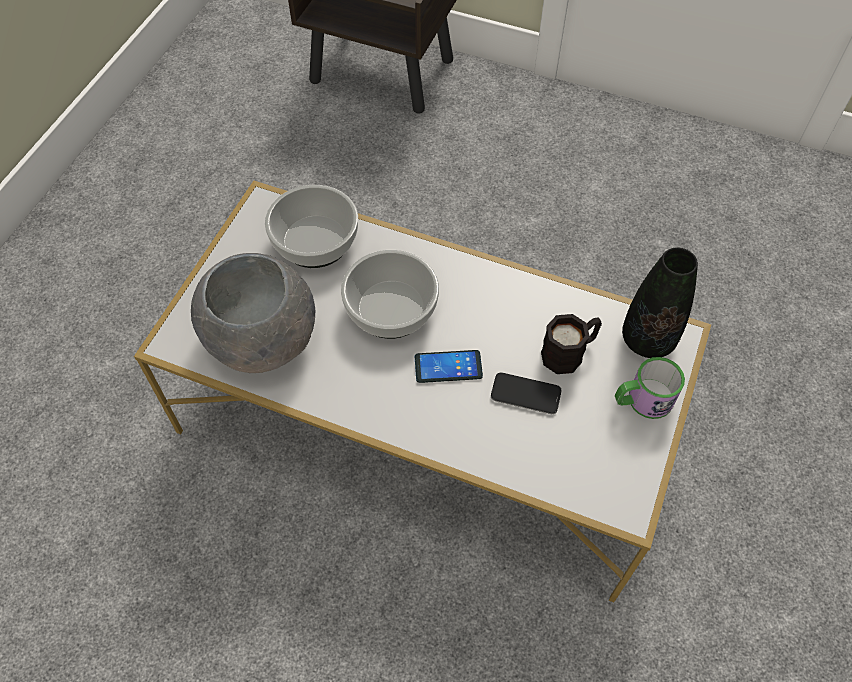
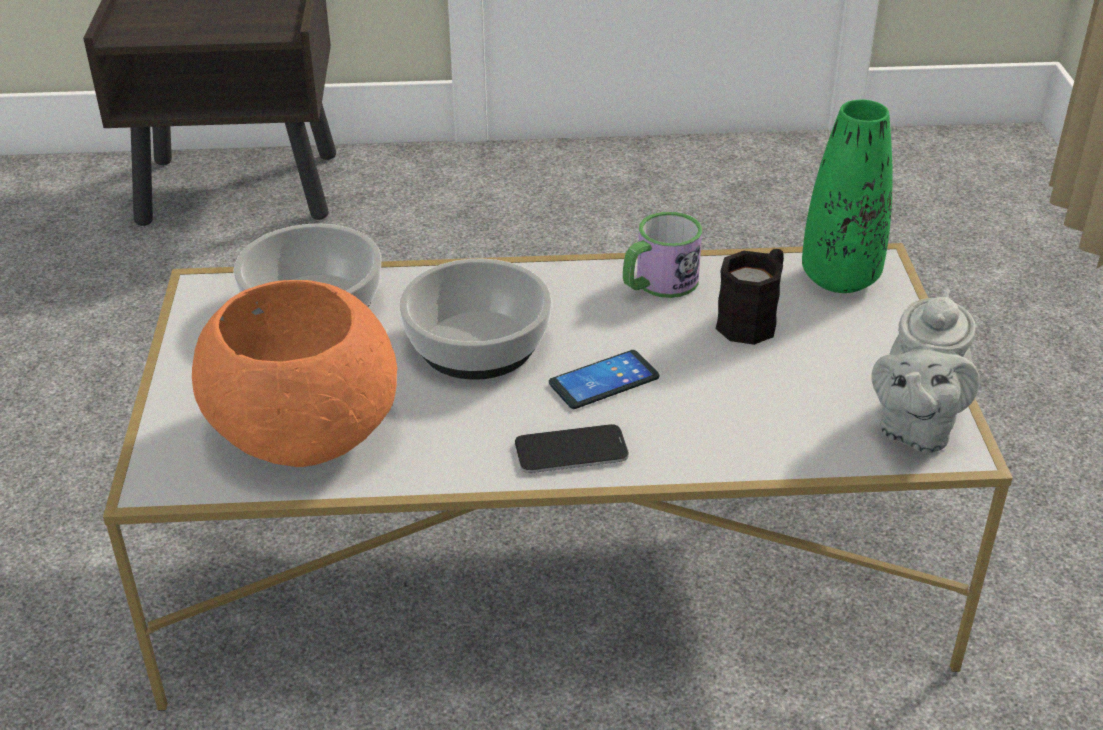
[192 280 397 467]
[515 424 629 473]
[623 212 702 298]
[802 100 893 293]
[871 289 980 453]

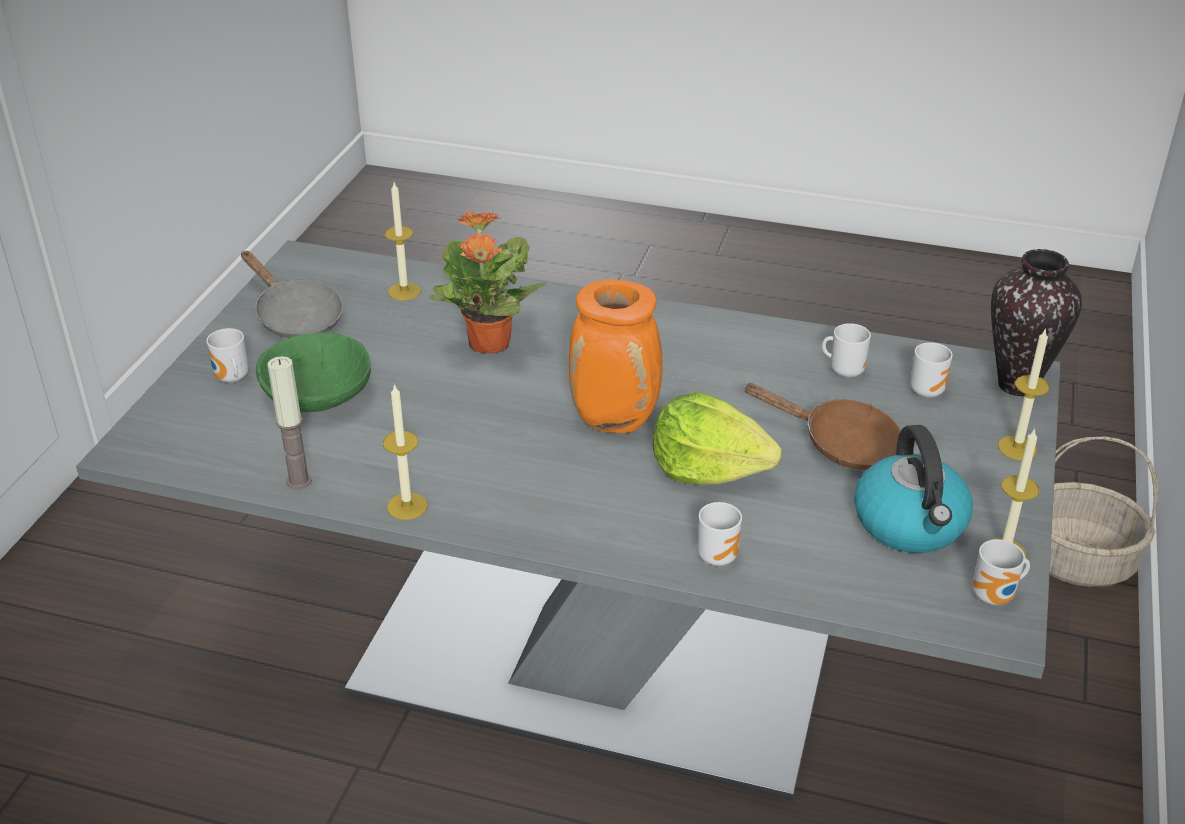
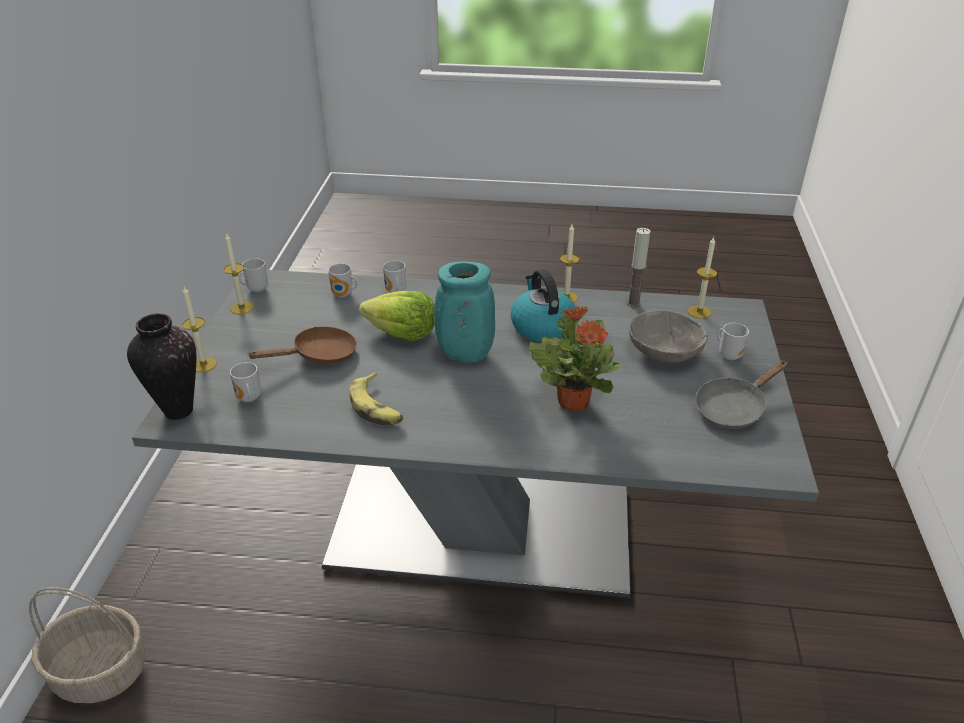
[247 326 357 364]
[328 263 358 298]
[349 373 403 425]
[434 262 495 363]
[511 269 575 342]
[629 311 708 363]
[688 237 717 318]
[695 360 788 429]

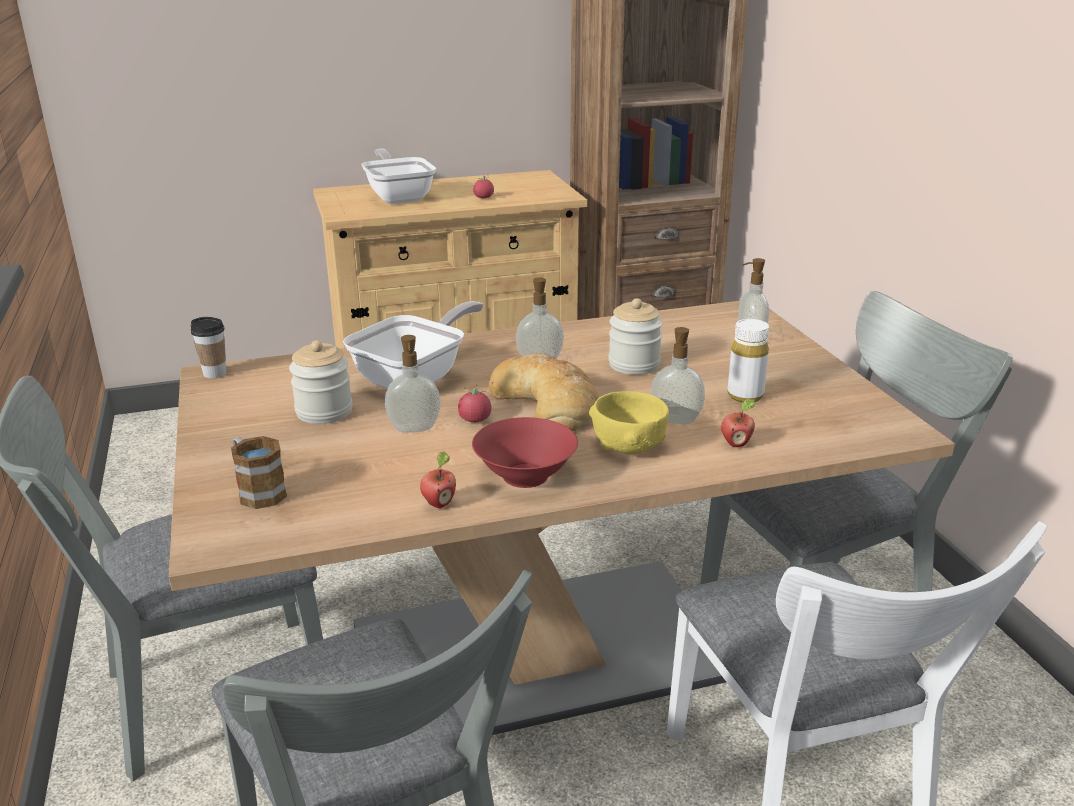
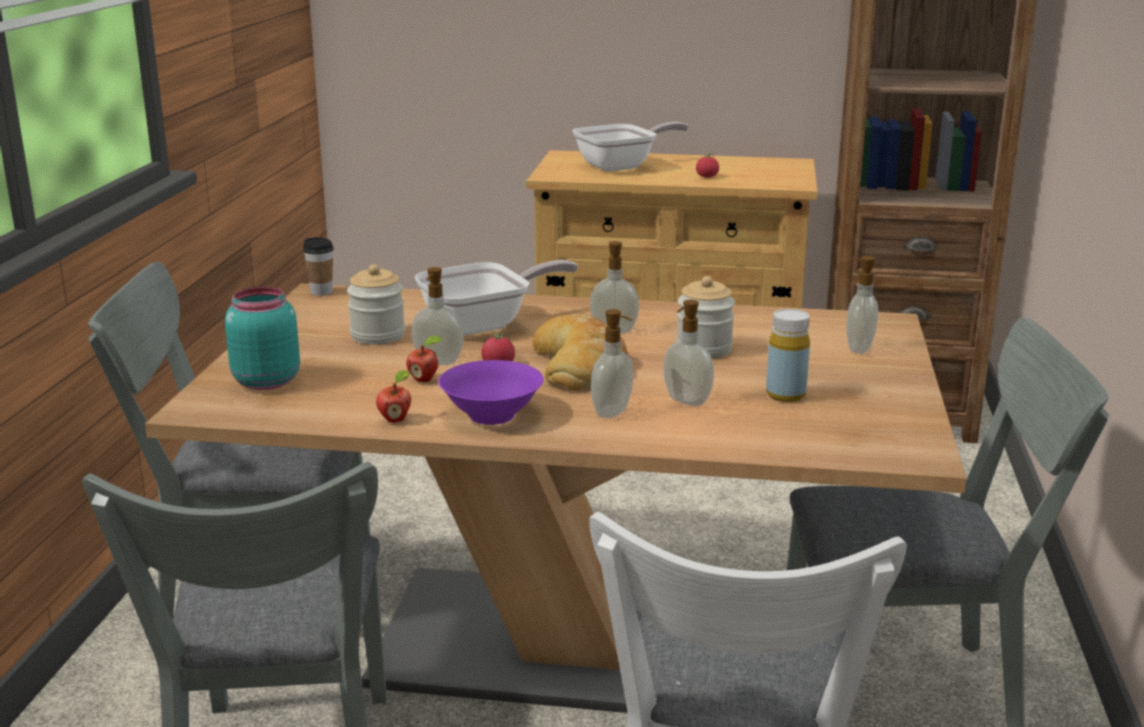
[225 287 300 390]
[406 335 442 382]
[438 360 544 425]
[573 122 689 172]
[591 309 633 418]
[766 309 810 402]

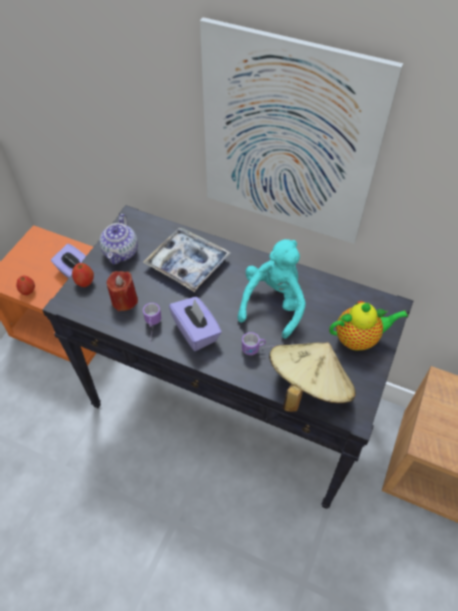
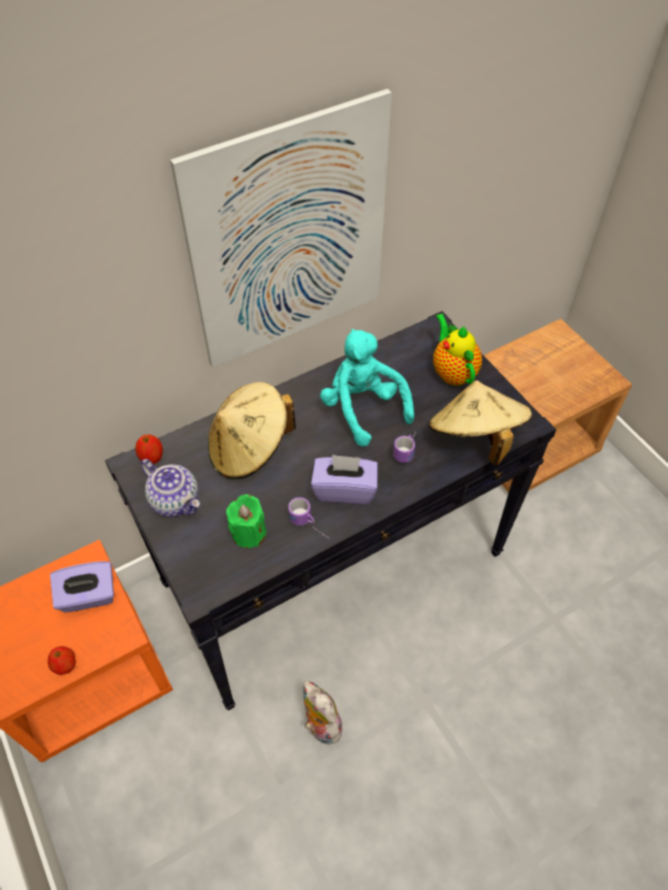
[135 435 163 464]
[208 382 296 479]
[226 494 266 548]
[303 681 342 744]
[433 313 482 386]

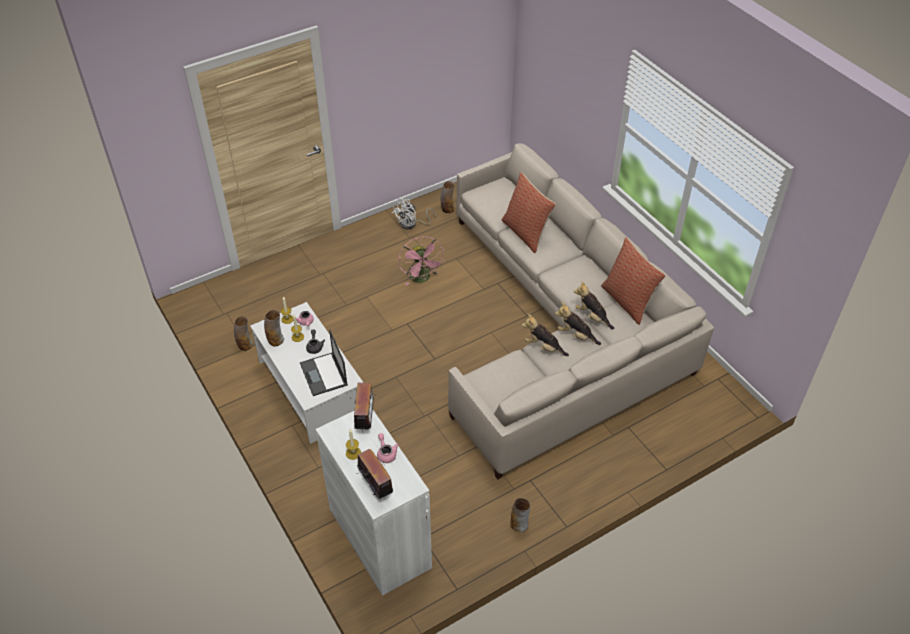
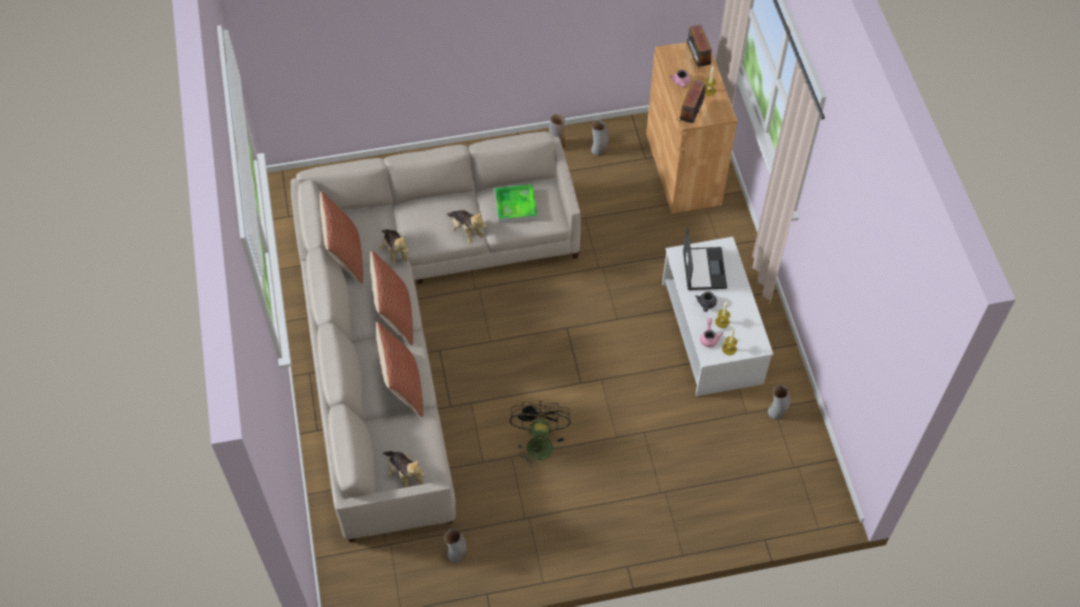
[370 250 413 345]
[383 451 425 488]
[495 184 537 223]
[510 401 571 467]
[591 120 609 156]
[646 42 737 214]
[392 197 436 230] (first image)

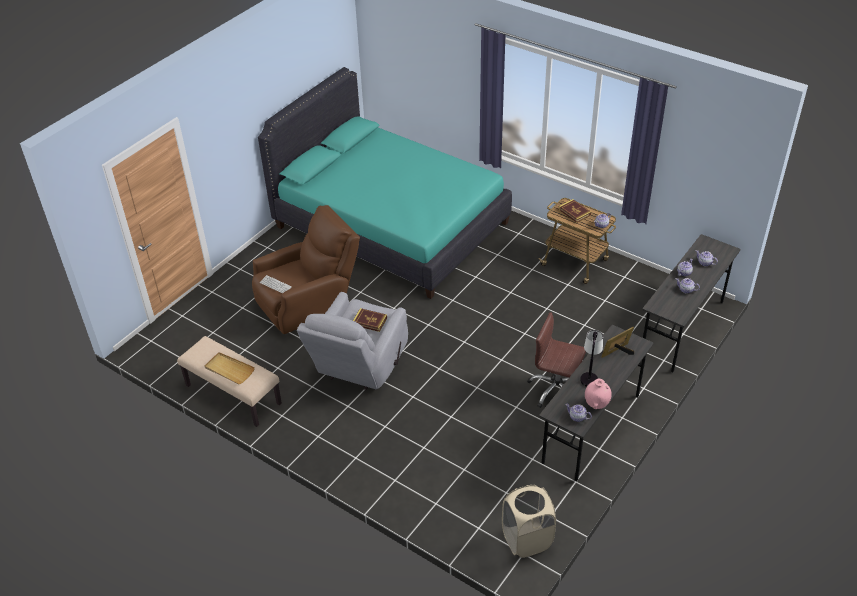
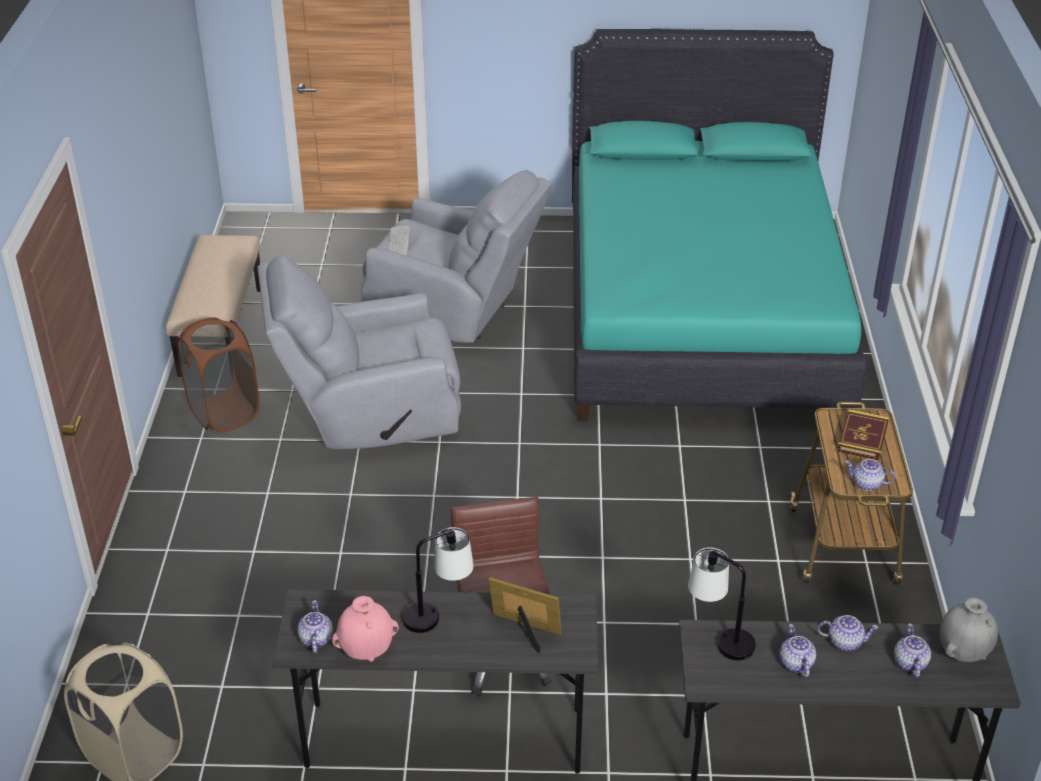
[177 317 260 432]
[361 170 551 343]
[688 547 756 660]
[940 598 998 662]
[205 352 255 384] (first image)
[353 308 387 332] (first image)

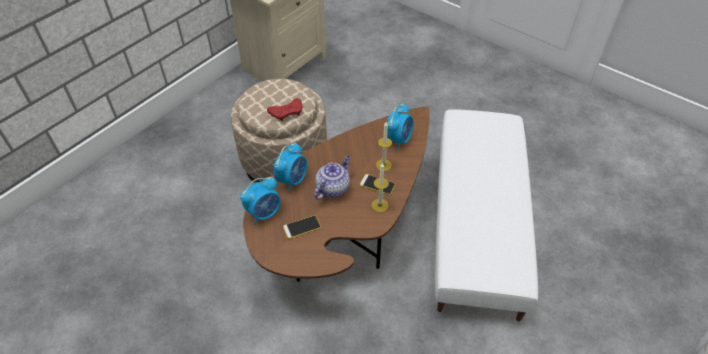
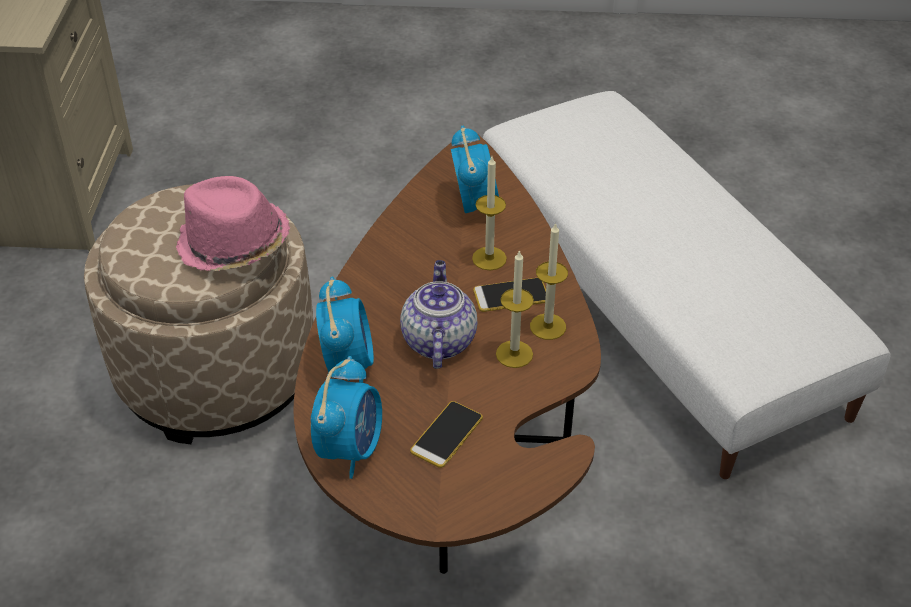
[176 176 290 271]
[496 250 534 368]

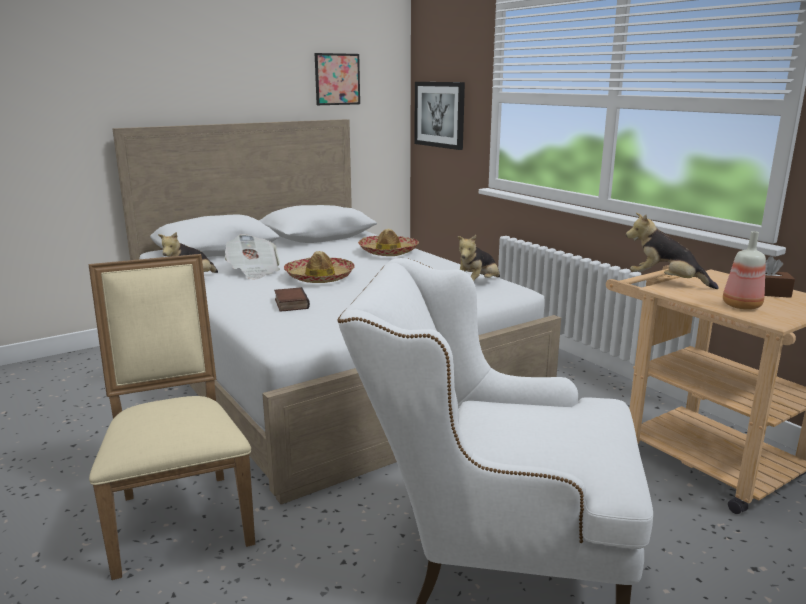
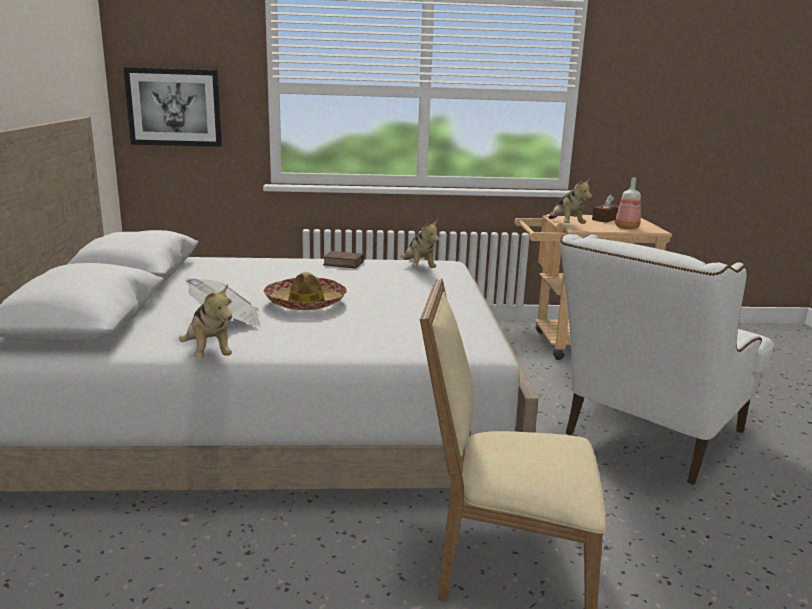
[323 251 364 268]
[548 179 592 224]
[315 53 360 105] (first image)
[358 229 419 256] (first image)

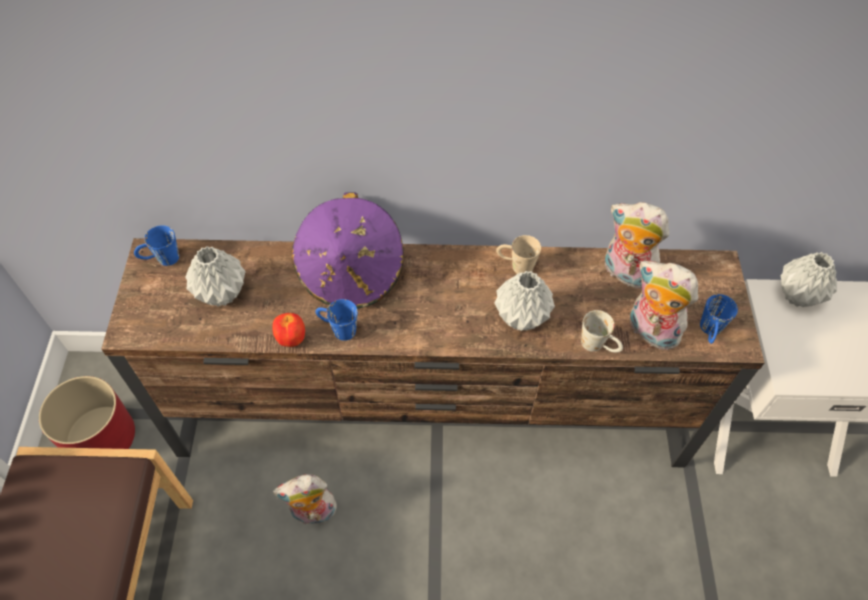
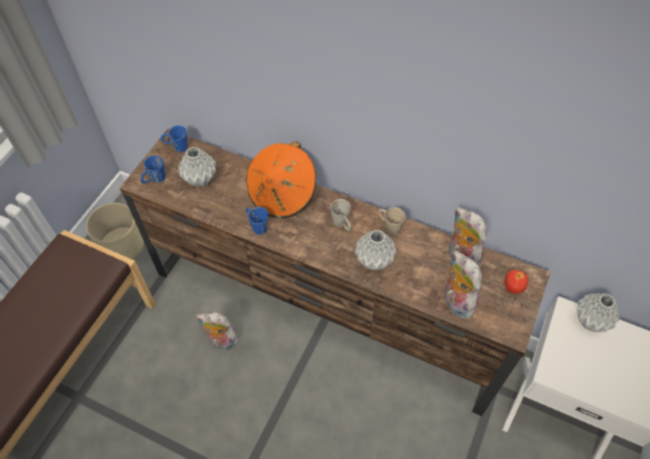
[86 203 144 259]
[140 155 165 183]
[246 142 316 218]
[330 199 351 231]
[505 270 528 294]

